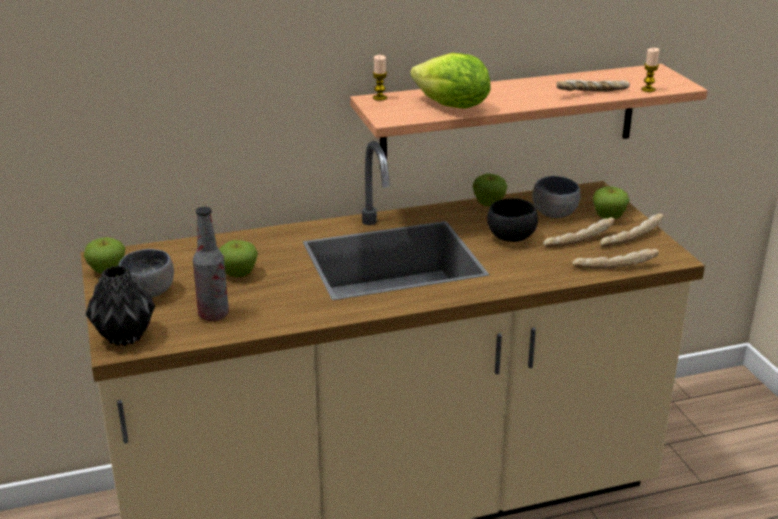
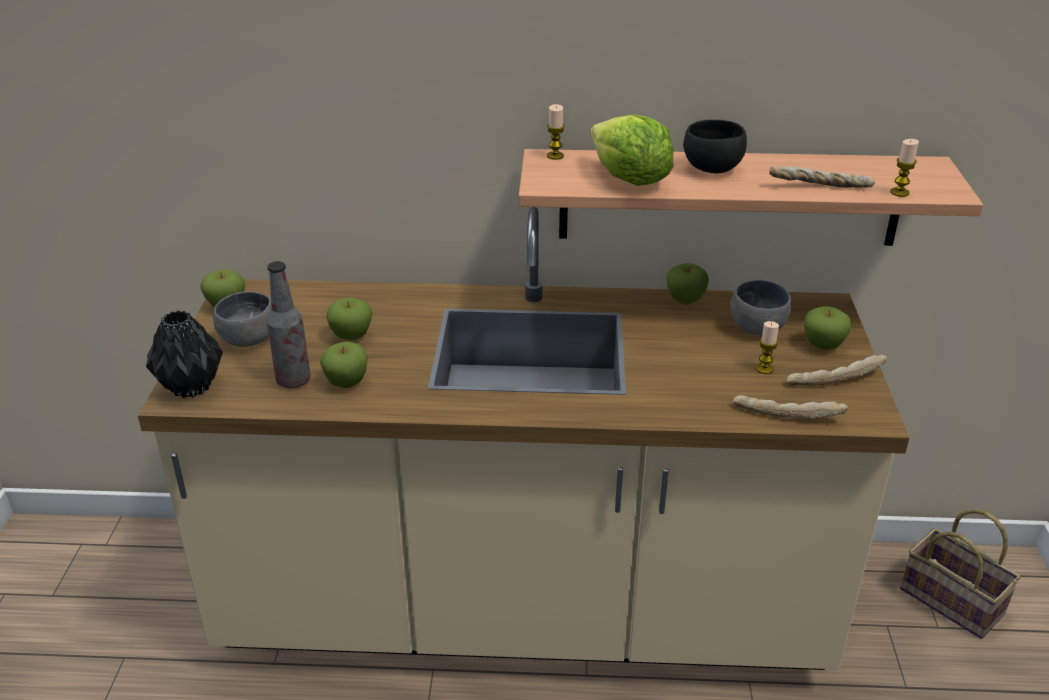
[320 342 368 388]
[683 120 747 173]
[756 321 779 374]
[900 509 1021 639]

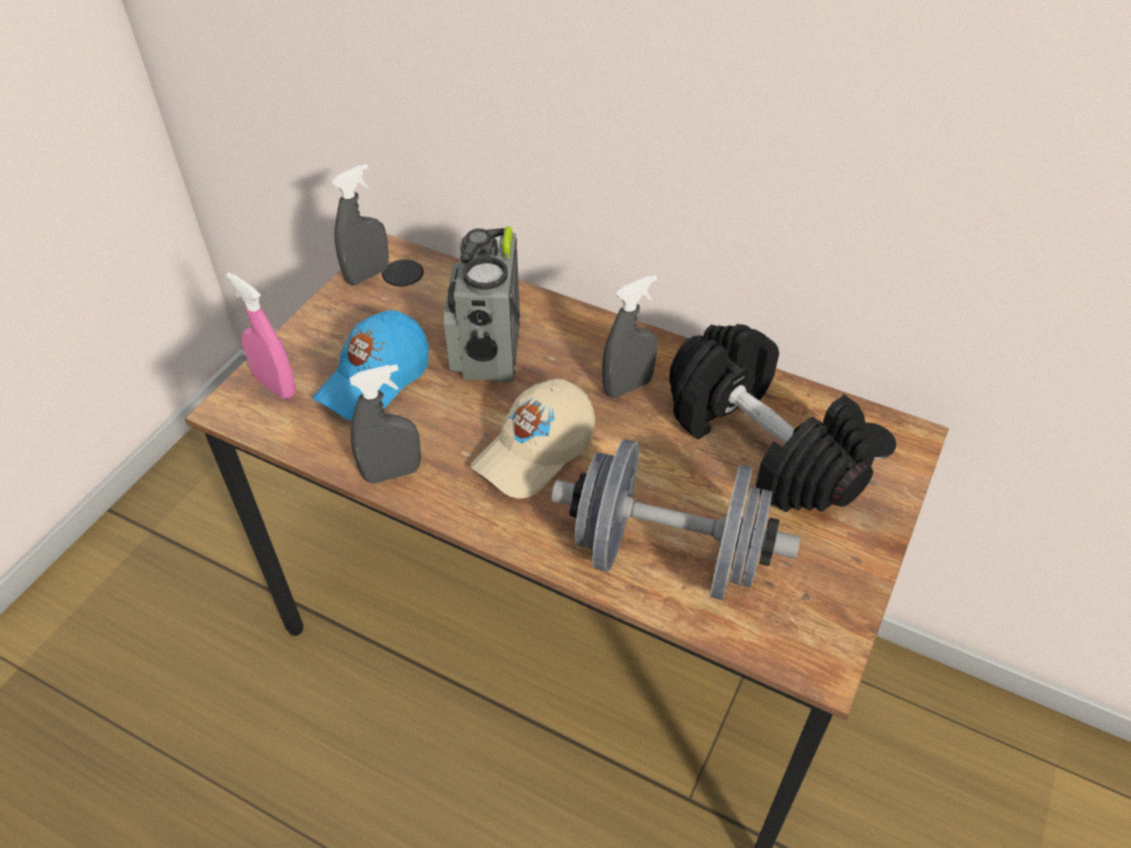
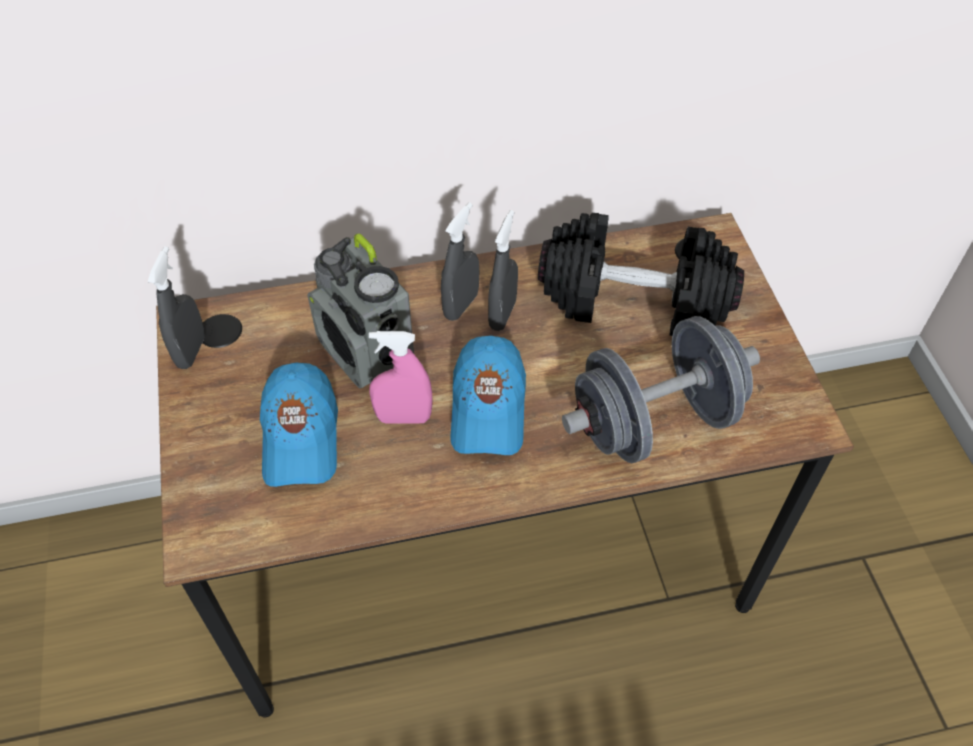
[369 331 433 424]
[441 202 479 321]
[451 336 526 455]

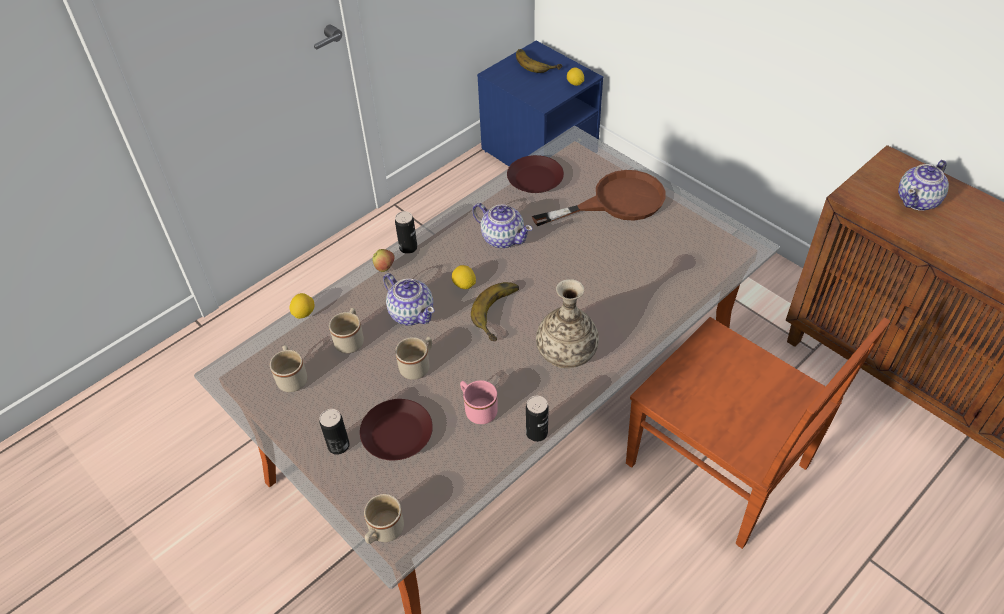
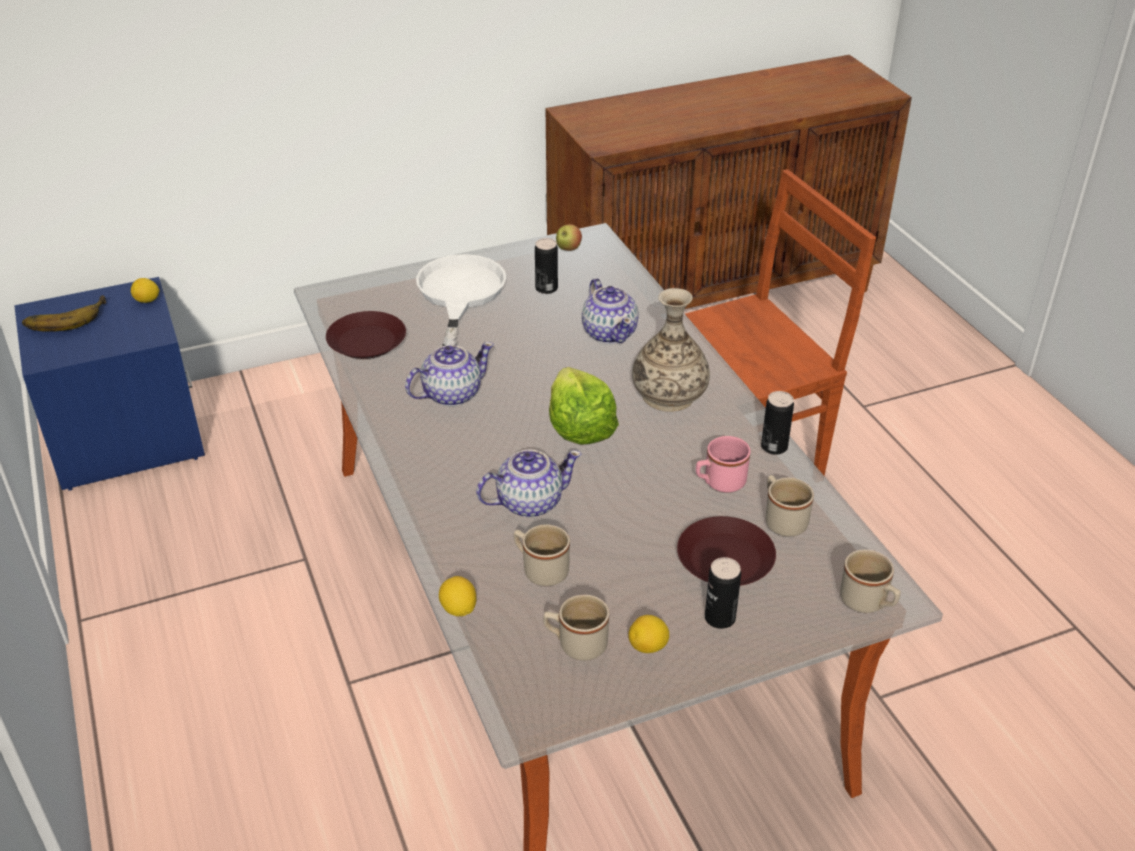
[416 254 506 346]
[535 238 558 294]
[549 367 619 445]
[556 224 582 251]
[582 278 639 344]
[628 615 669 653]
[766 475 814 537]

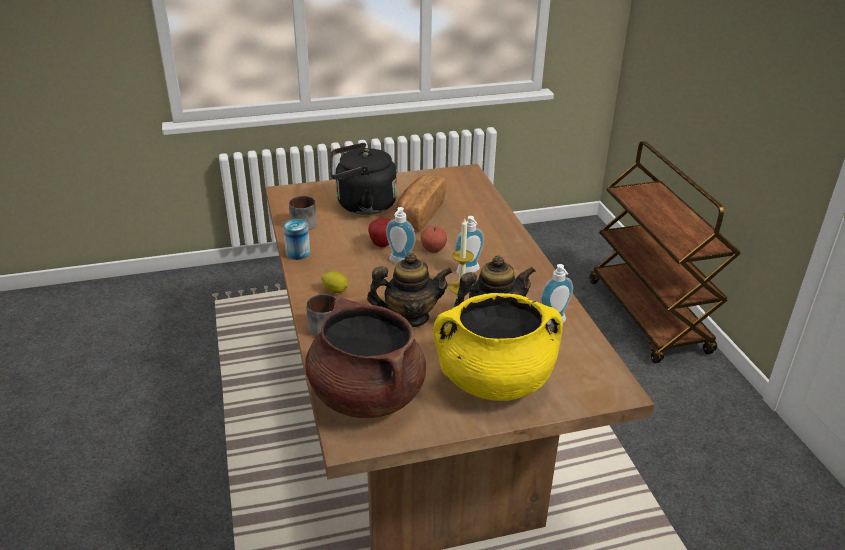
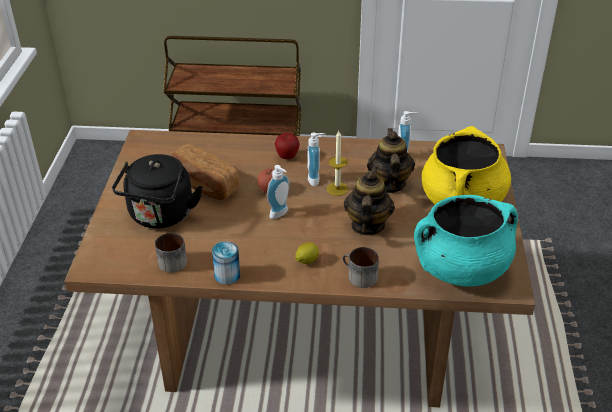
[275 133 300 160]
[414 195 518 287]

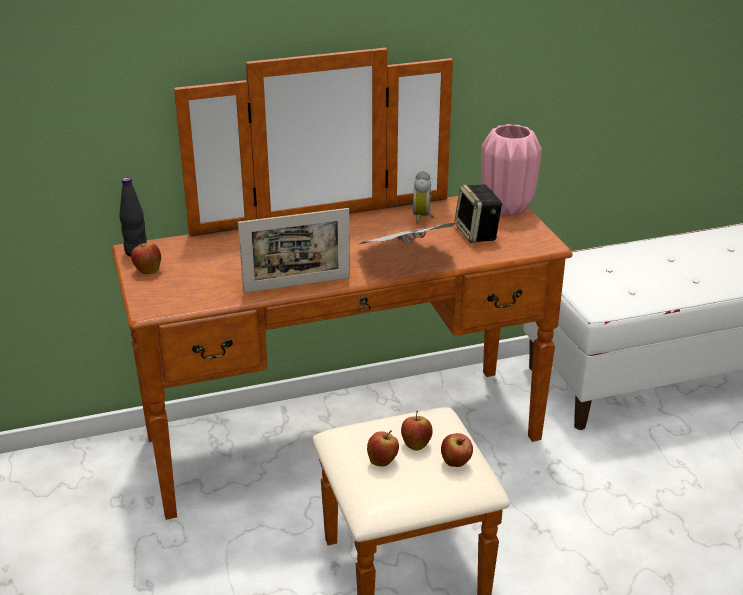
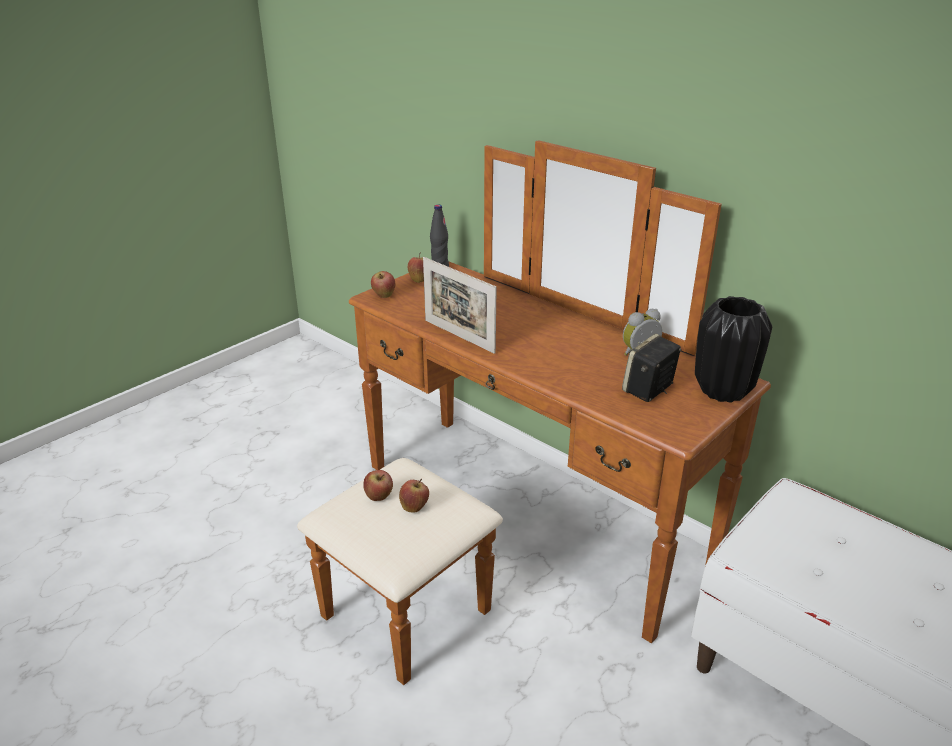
[371 271 395 298]
[695 296 772 403]
[359 223 456 244] (first image)

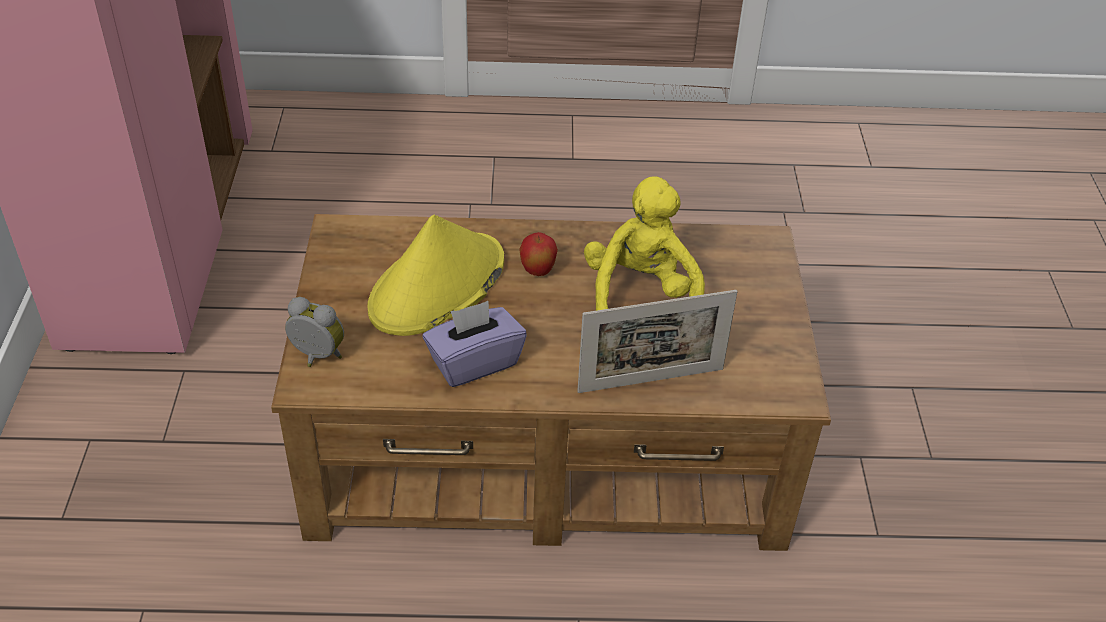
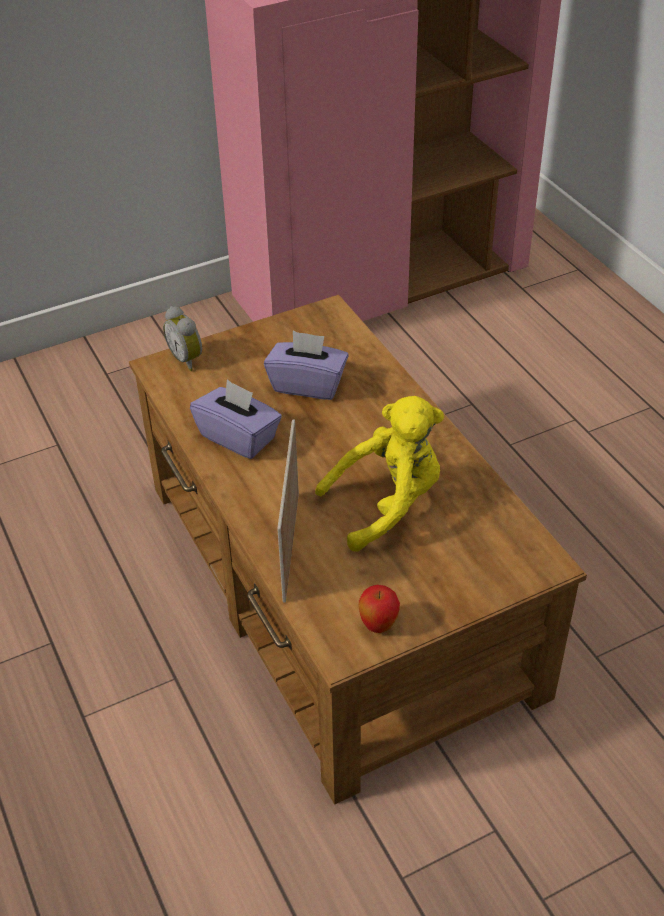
[163 306 202 371]
[264 331 349 400]
[277 419 299 603]
[358 585 400 633]

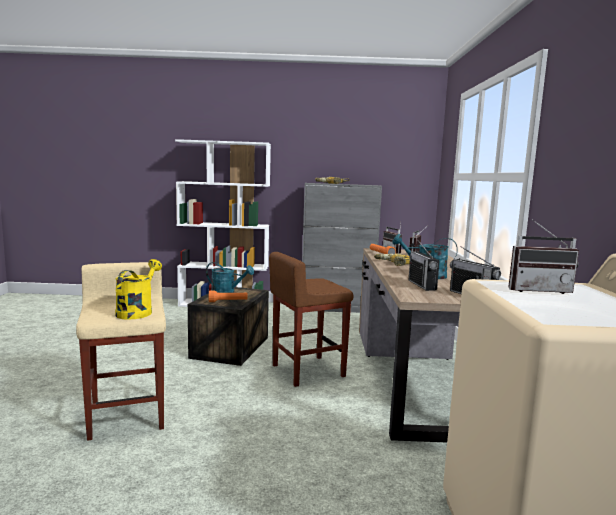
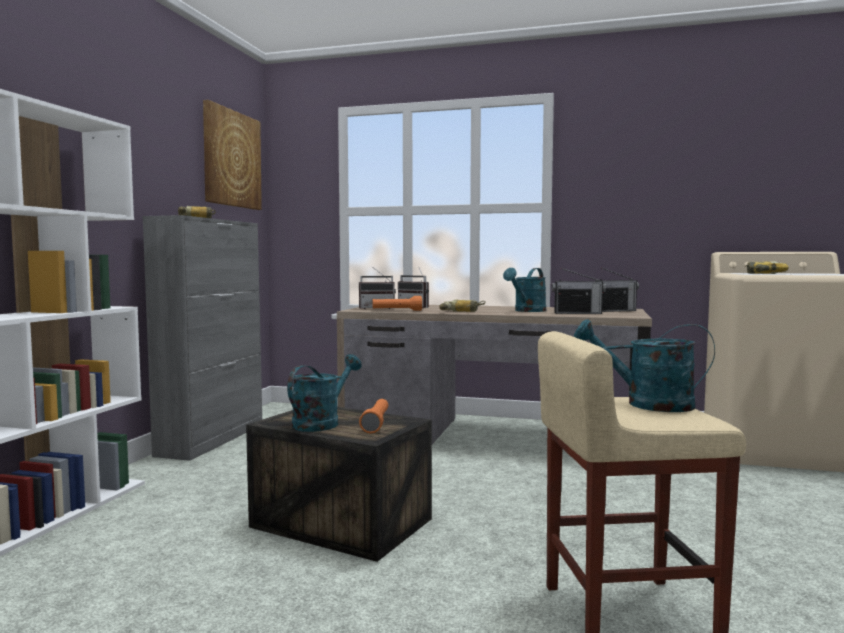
[203 100 262 210]
[574 319 715 412]
[745 261 789 274]
[269 252 353 387] (first image)

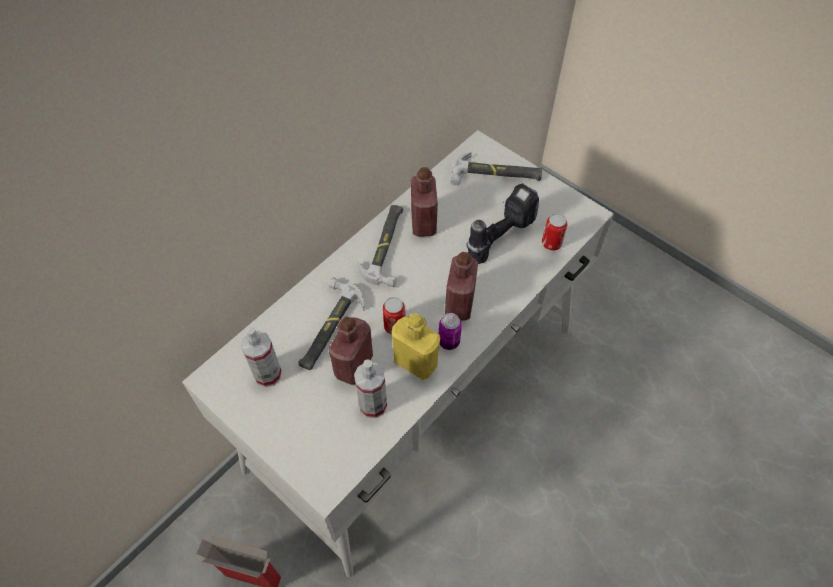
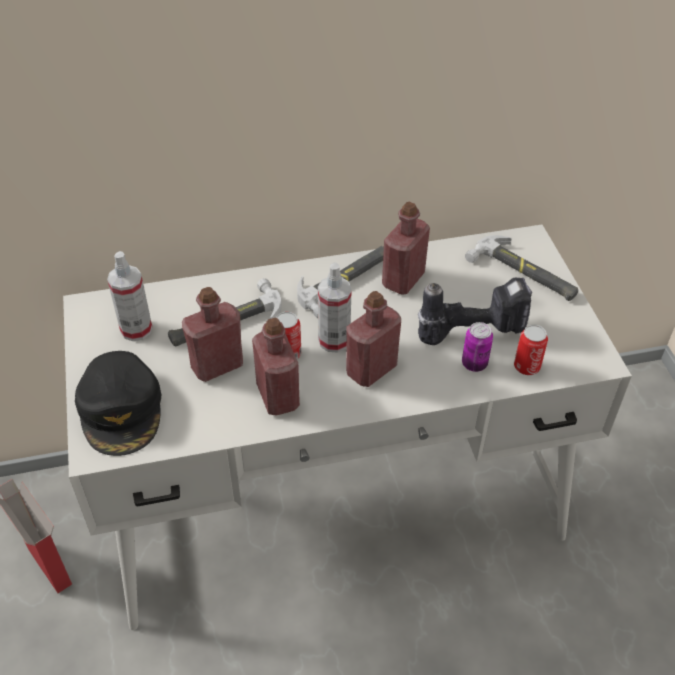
[75 351 161 456]
[252 318 300 415]
[318 263 352 353]
[462 322 493 372]

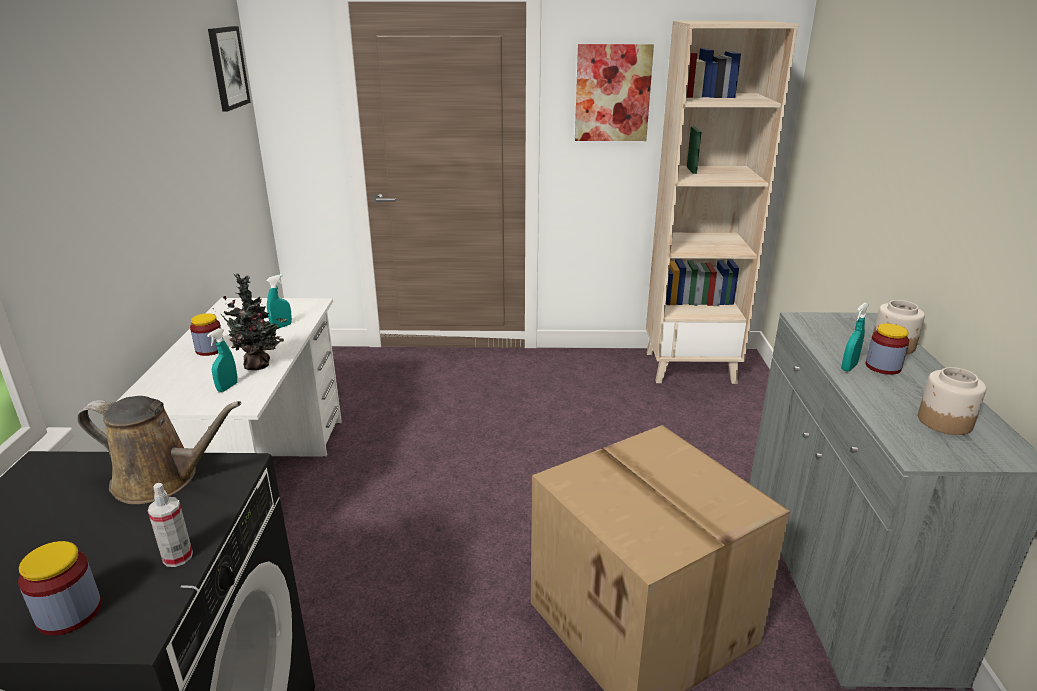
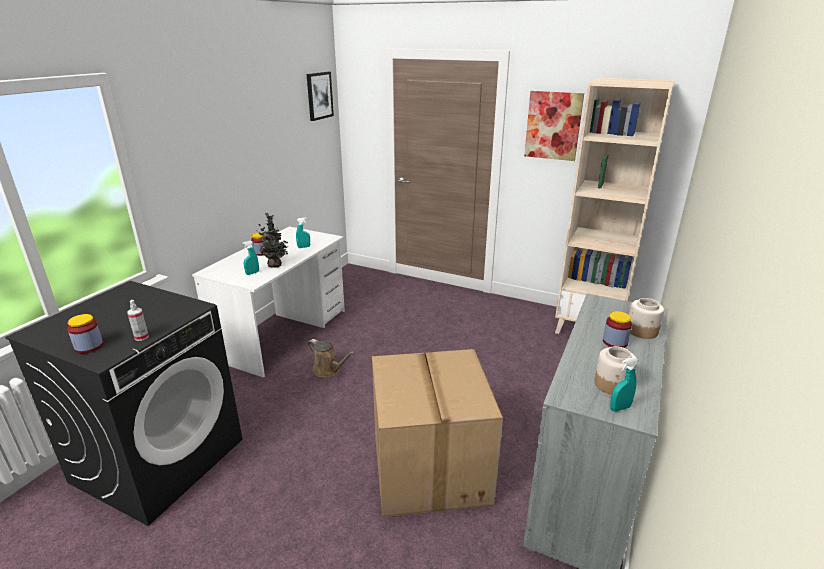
[307 339 355 377]
[610 357 638 412]

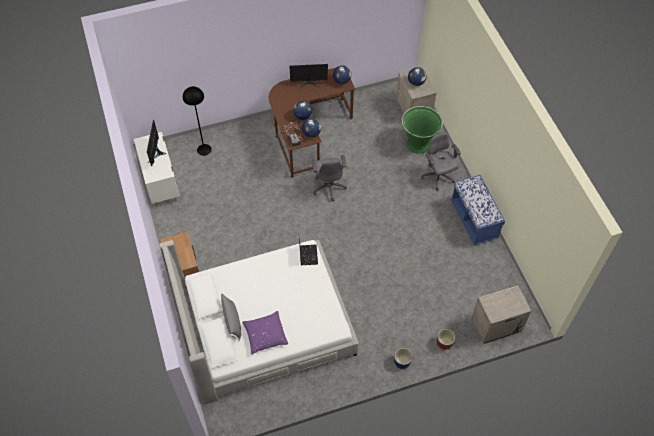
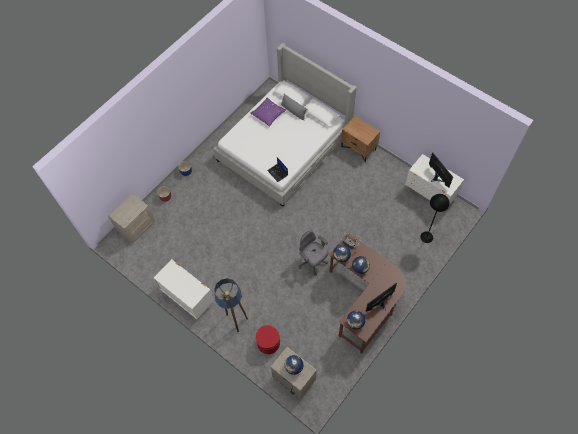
[154 259 214 319]
[214 278 248 332]
[256 325 280 354]

